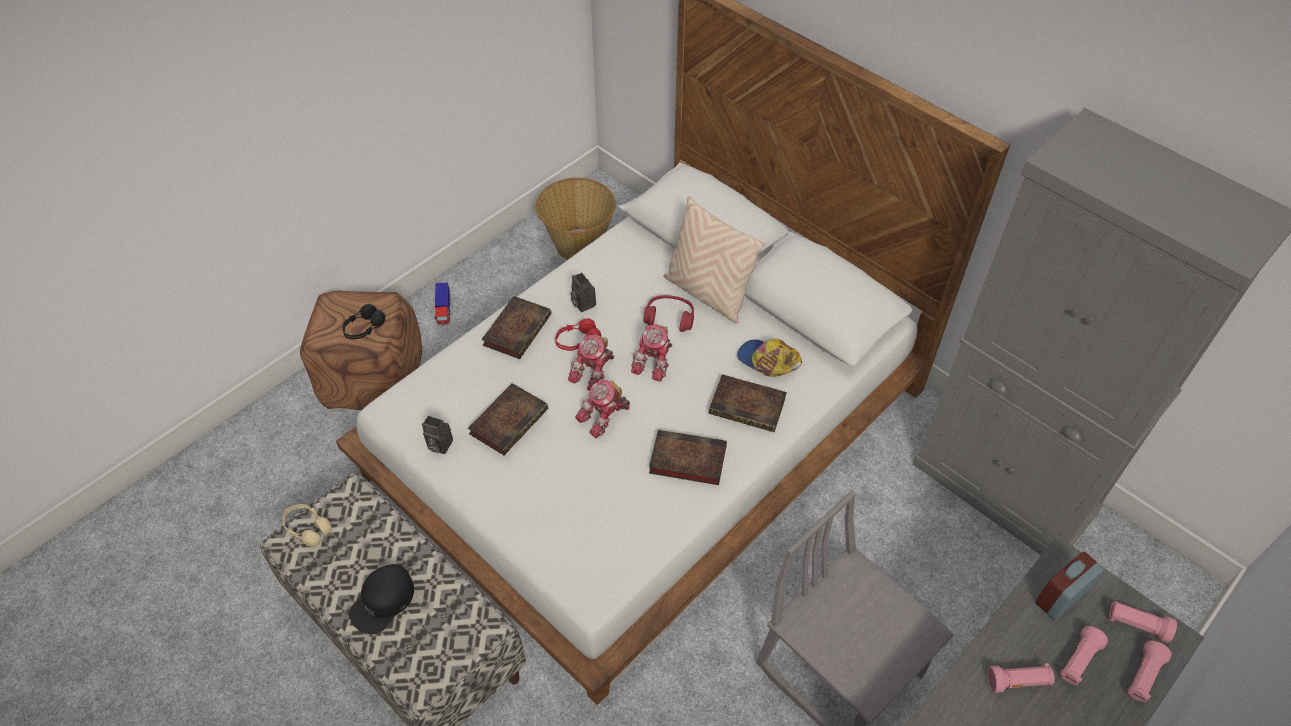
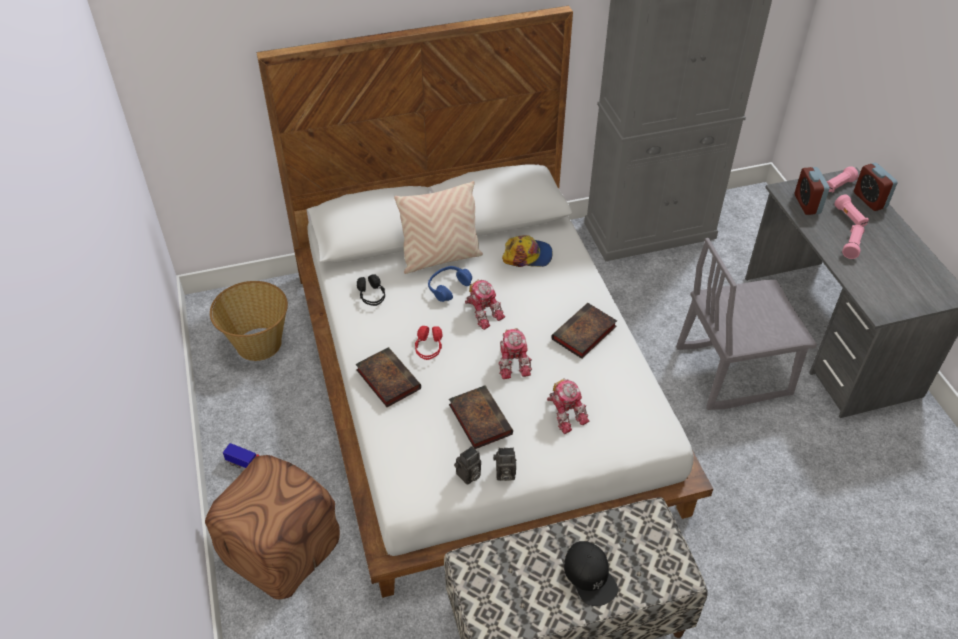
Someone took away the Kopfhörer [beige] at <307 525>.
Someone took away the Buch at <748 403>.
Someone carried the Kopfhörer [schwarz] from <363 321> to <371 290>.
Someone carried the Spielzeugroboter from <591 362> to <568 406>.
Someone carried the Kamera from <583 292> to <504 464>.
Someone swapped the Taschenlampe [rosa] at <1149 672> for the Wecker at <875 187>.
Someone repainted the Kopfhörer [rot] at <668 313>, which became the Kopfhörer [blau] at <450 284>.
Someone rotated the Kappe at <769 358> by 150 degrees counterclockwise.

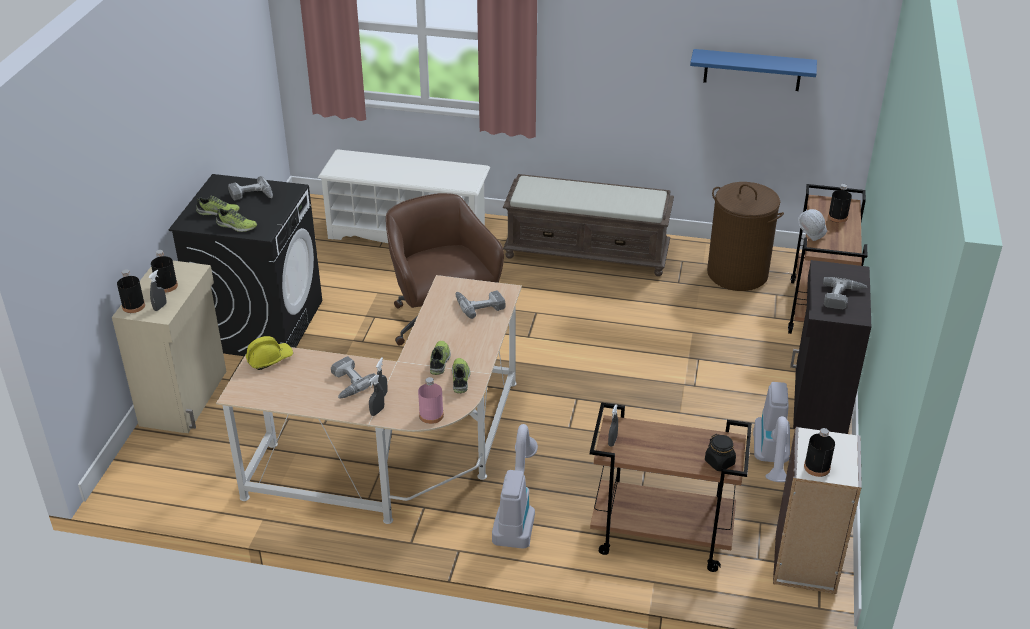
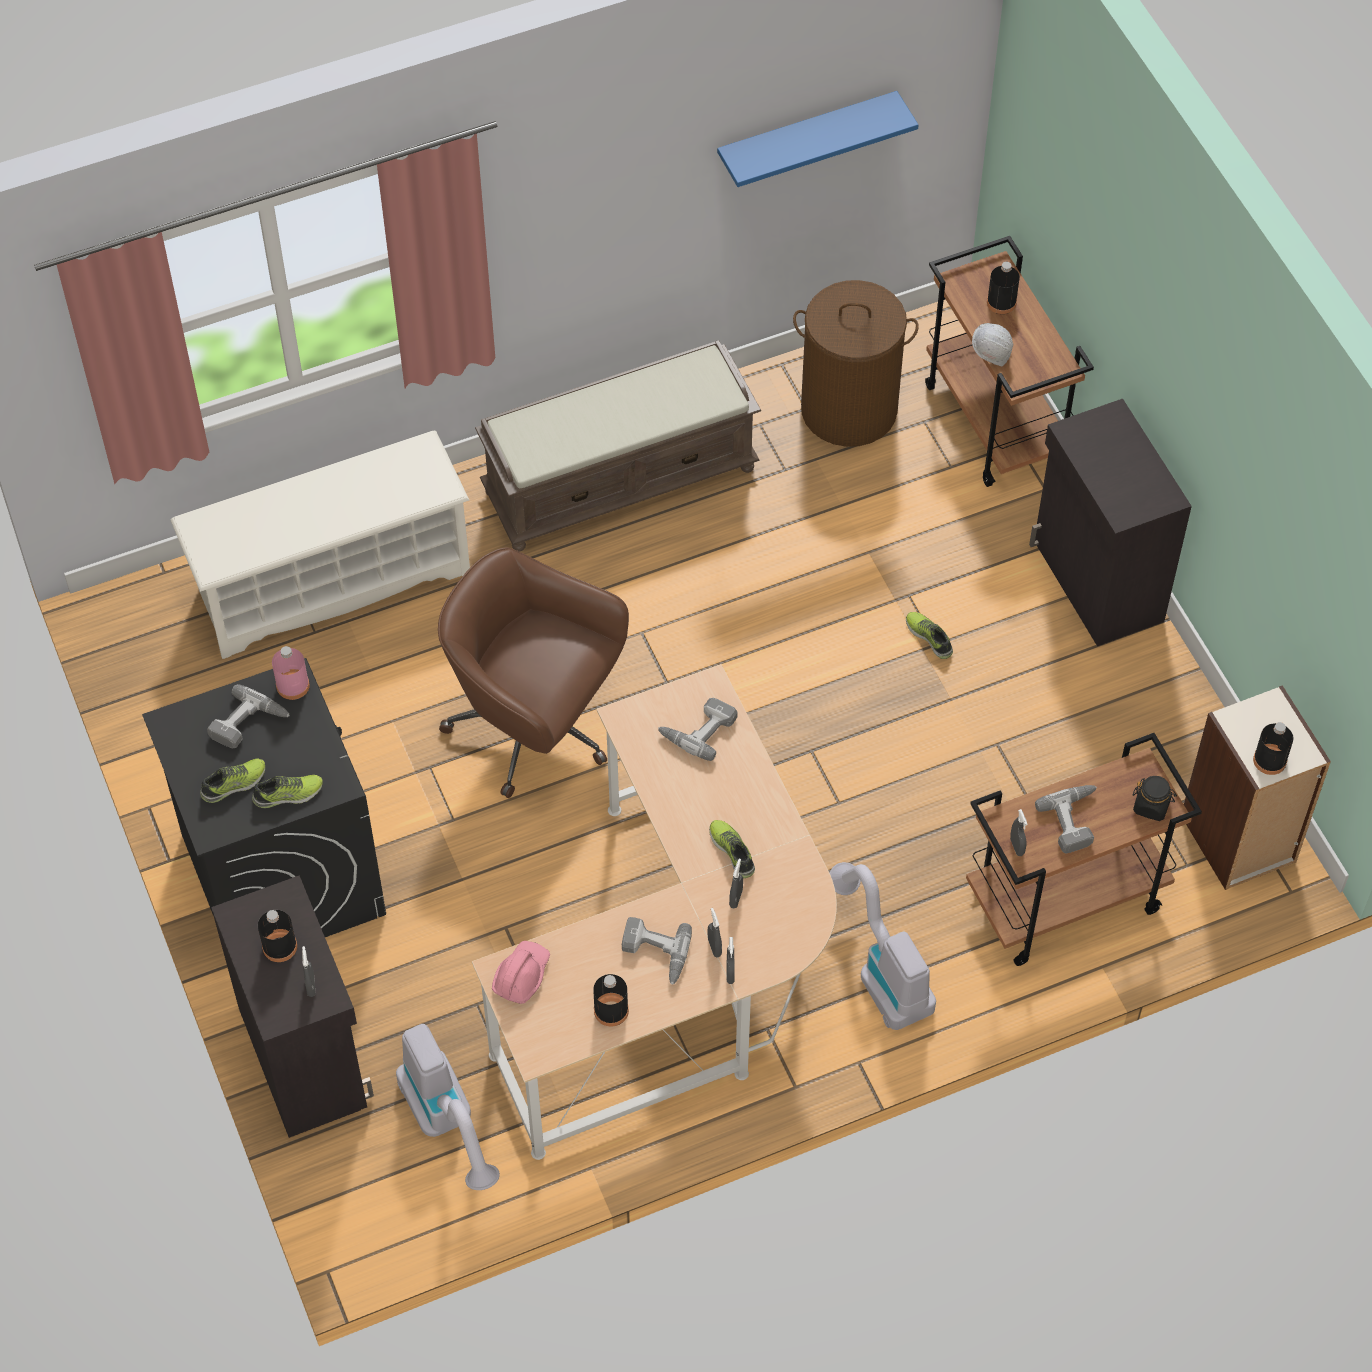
Someone put down the Sprühflasche [grau] at <736 883>.
Someone carried the Flasche [schwarz] from <131 291> to <611 1000>.
Someone carried the Flasche [rosa] from <431 400> to <291 673>.
Someone carried the Schuh from <461 375> to <929 635>.
Someone carried the Staubsauger from <771 432> to <448 1107>.
Someone carried the Bohrmaschine from <845 293> to <1066 819>.
Someone repainted the Schrank [beige] at <169 347>, which became the Schrank [schwarz] at <292 1007>.
Someone repainted the Schutzhelm [gelb] at <269 353>, which became the Schutzhelm [rosa] at <521 972>.

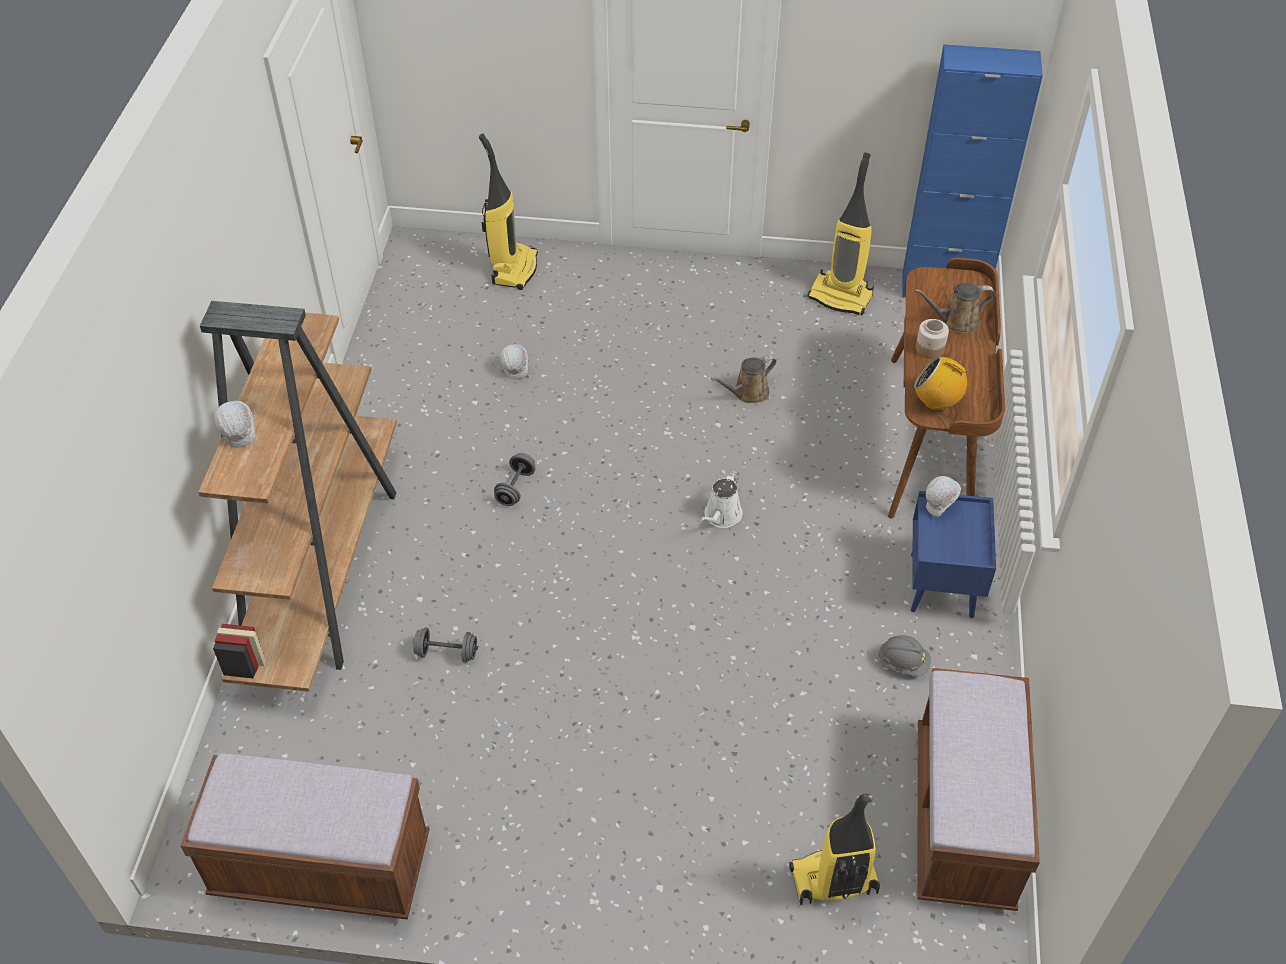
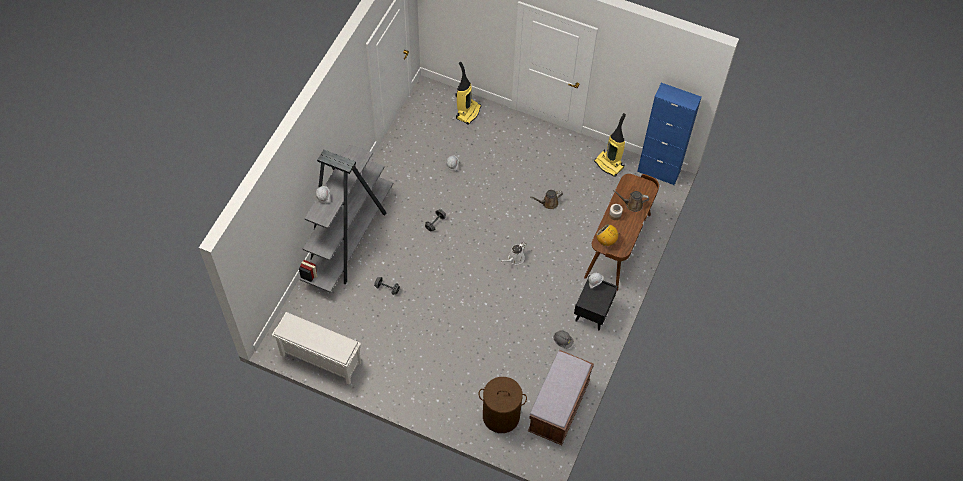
Someone swapped the Bank [braun] at <305 836> for the Schuhregal [weiß] at <317 348>.
Someone swapped the Staubsauger at <834 849> for the Wäschekorb [braun] at <503 405>.
Someone repainted the Bücherregal [braun] at <297 496>, which became the Bücherregal [grau] at <346 218>.
Someone repainted the Nachttisch [blau] at <953 554>, which became the Nachttisch [schwarz] at <596 302>.

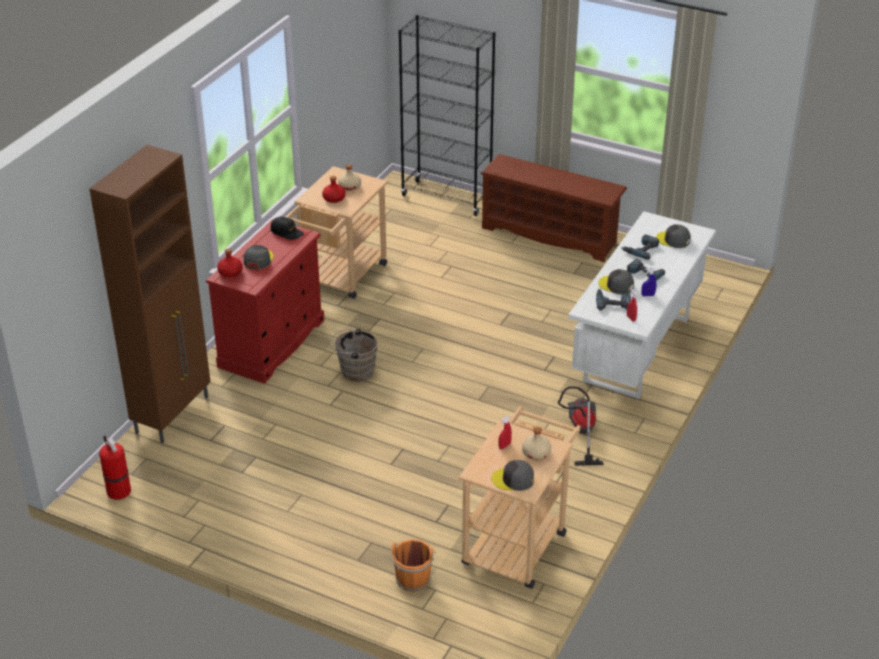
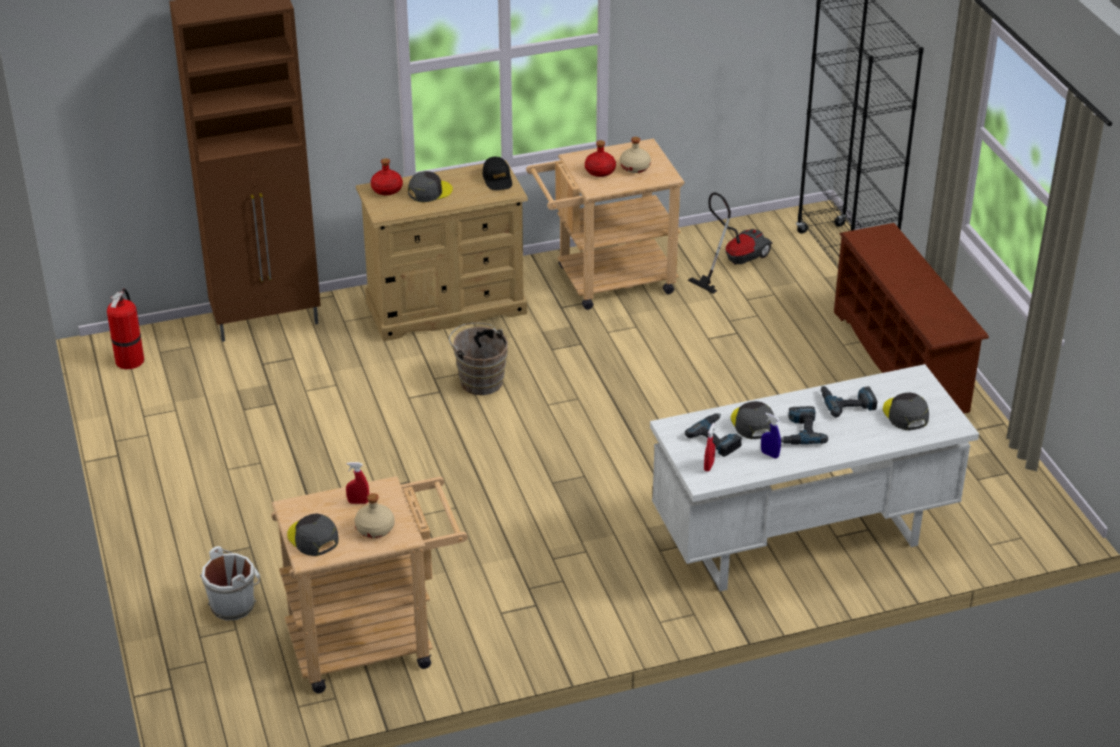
Someone carried the Staubsauger from <581 426> to <730 243>.
Someone repainted the Kommode [rot] at <265 301>, which became the Kommode [beige] at <442 250>.
Someone repainted the Eimer [orange] at <413 565>, which became the Eimer [weiß] at <230 583>.

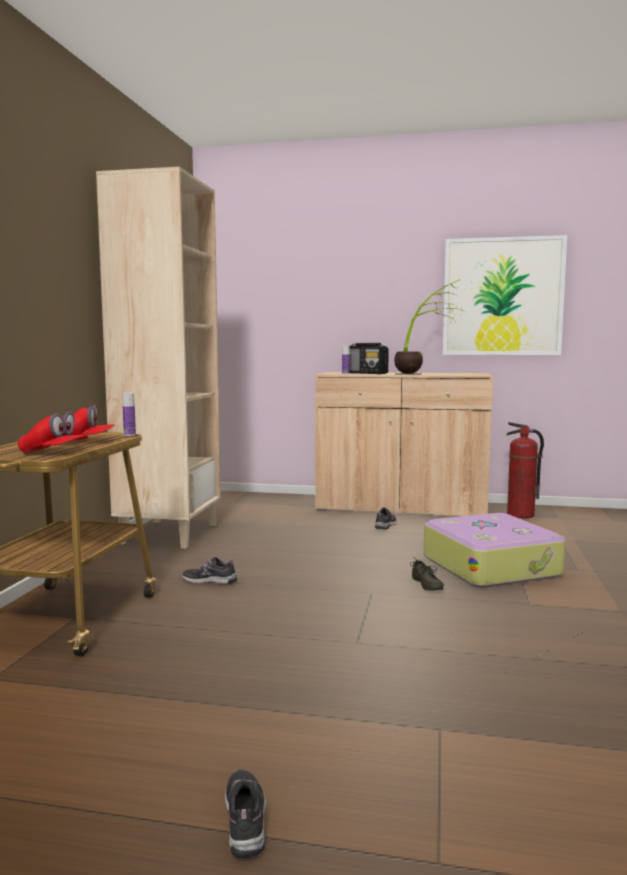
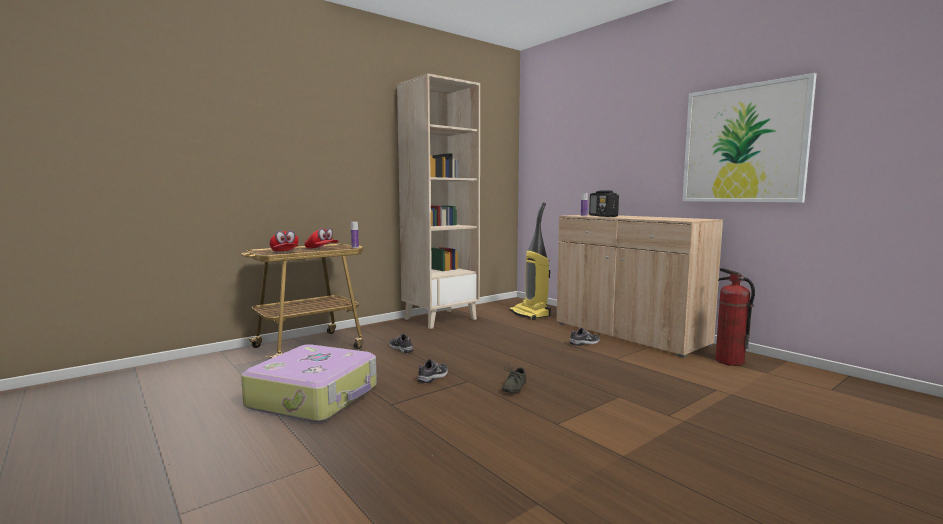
Someone took away the Topfpflanze at <430 327>.
Someone put down the Staubsauger at <530 261>.
Someone carried the Schuh from <246 814> to <432 371>.
Someone carried the Koffer from <495 550> to <309 383>.

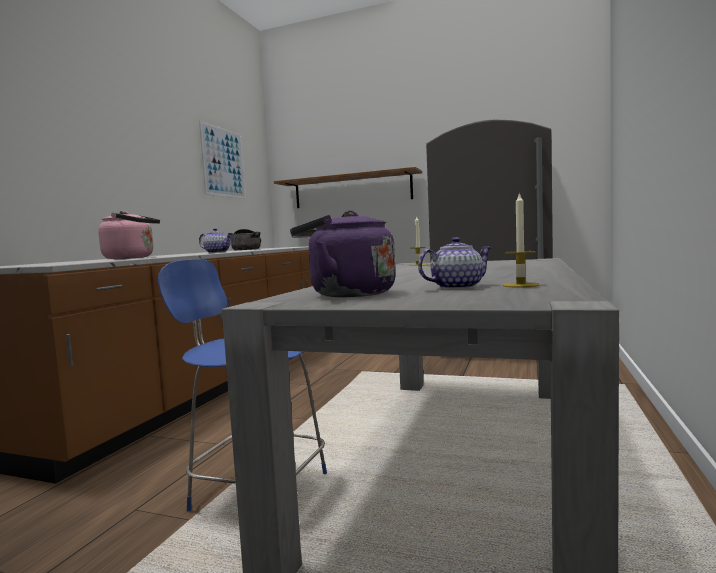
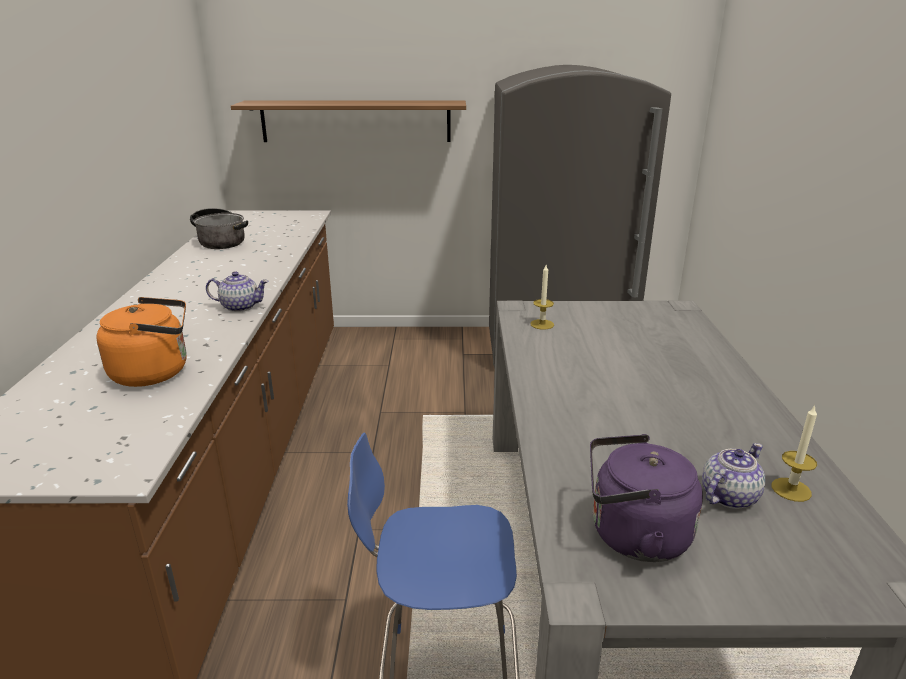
Someone took away the Bild at <222 160>.
Someone repainted the Wasserkessel [rosa] at <129 235>, which became the Wasserkessel [orange] at <142 342>.

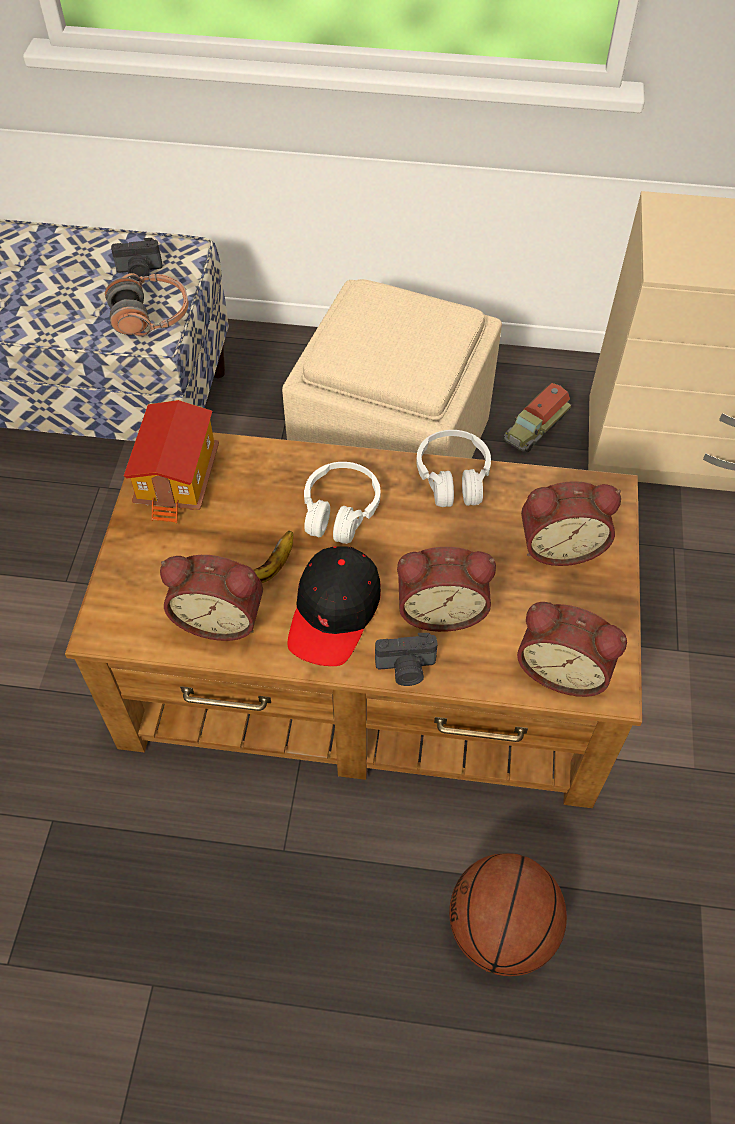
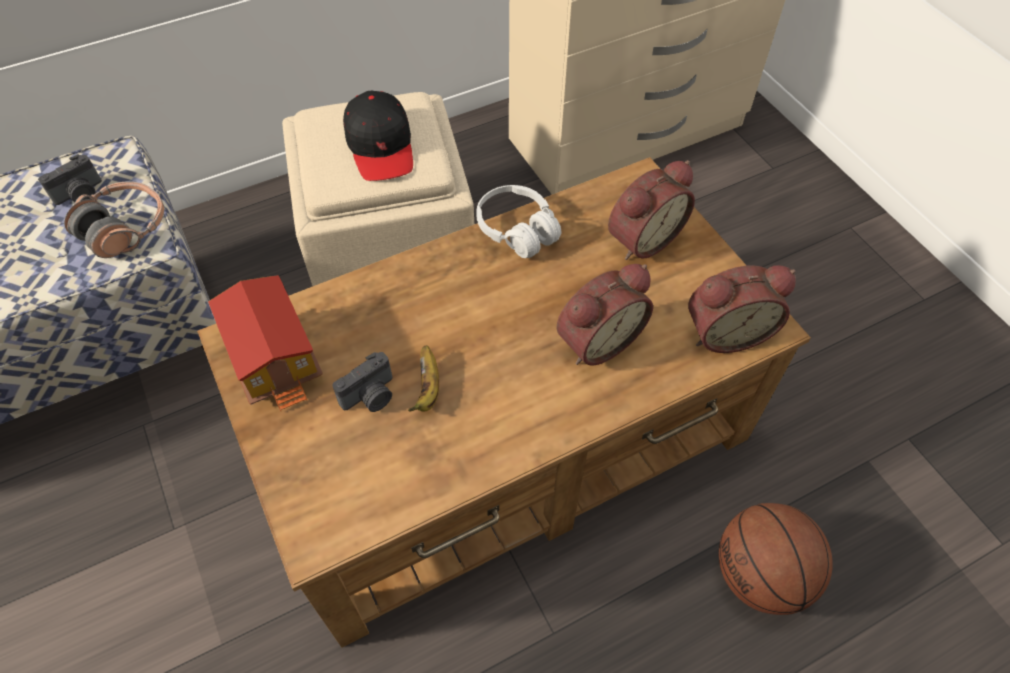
Someone took away the Wecker at <211 598>.
Someone took away the Kopfhörer [weiß] at <342 503>.
Someone took away the Spielzeuglaster at <537 417>.
Someone carried the Kappe [schwarz] from <334 606> to <378 136>.
Someone carried the Kamera from <406 659> to <362 382>.

